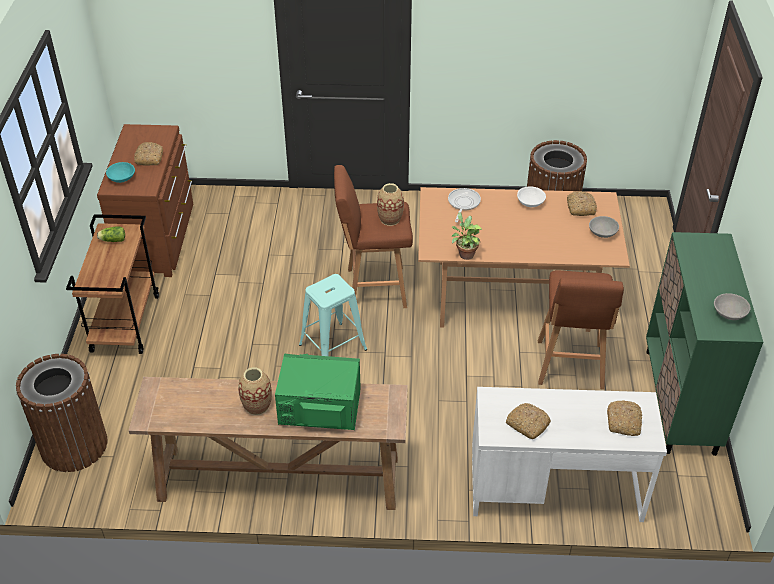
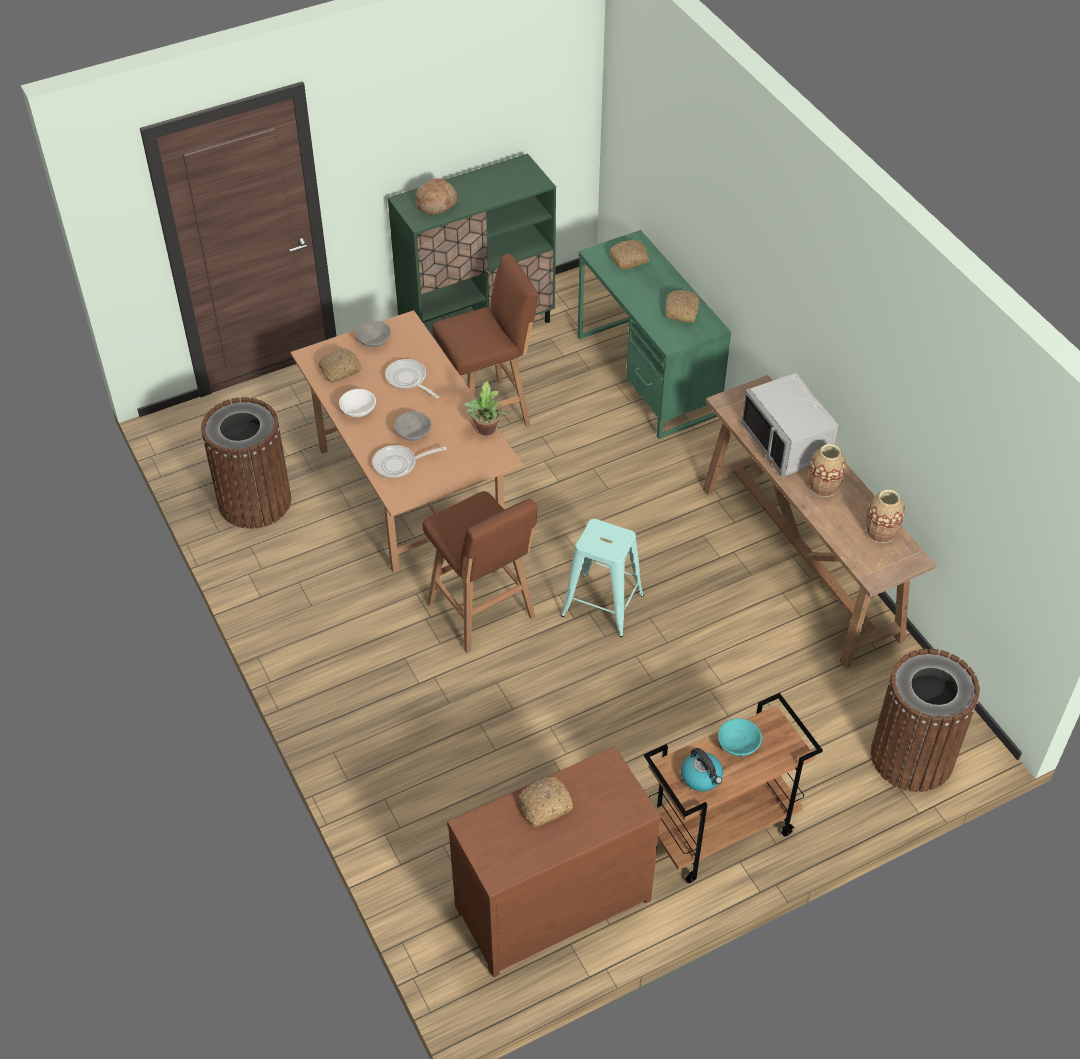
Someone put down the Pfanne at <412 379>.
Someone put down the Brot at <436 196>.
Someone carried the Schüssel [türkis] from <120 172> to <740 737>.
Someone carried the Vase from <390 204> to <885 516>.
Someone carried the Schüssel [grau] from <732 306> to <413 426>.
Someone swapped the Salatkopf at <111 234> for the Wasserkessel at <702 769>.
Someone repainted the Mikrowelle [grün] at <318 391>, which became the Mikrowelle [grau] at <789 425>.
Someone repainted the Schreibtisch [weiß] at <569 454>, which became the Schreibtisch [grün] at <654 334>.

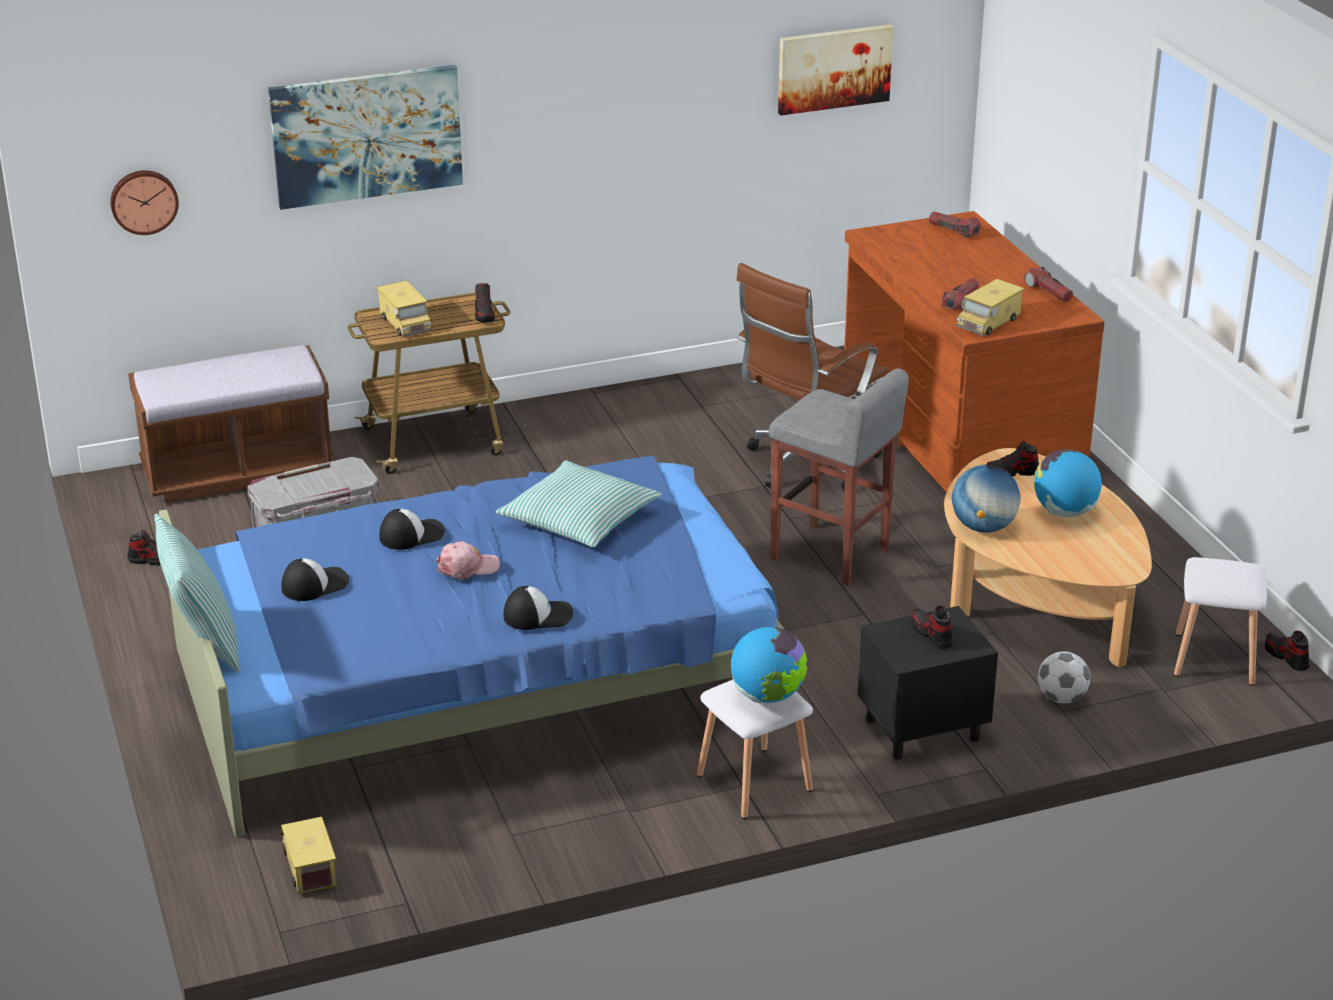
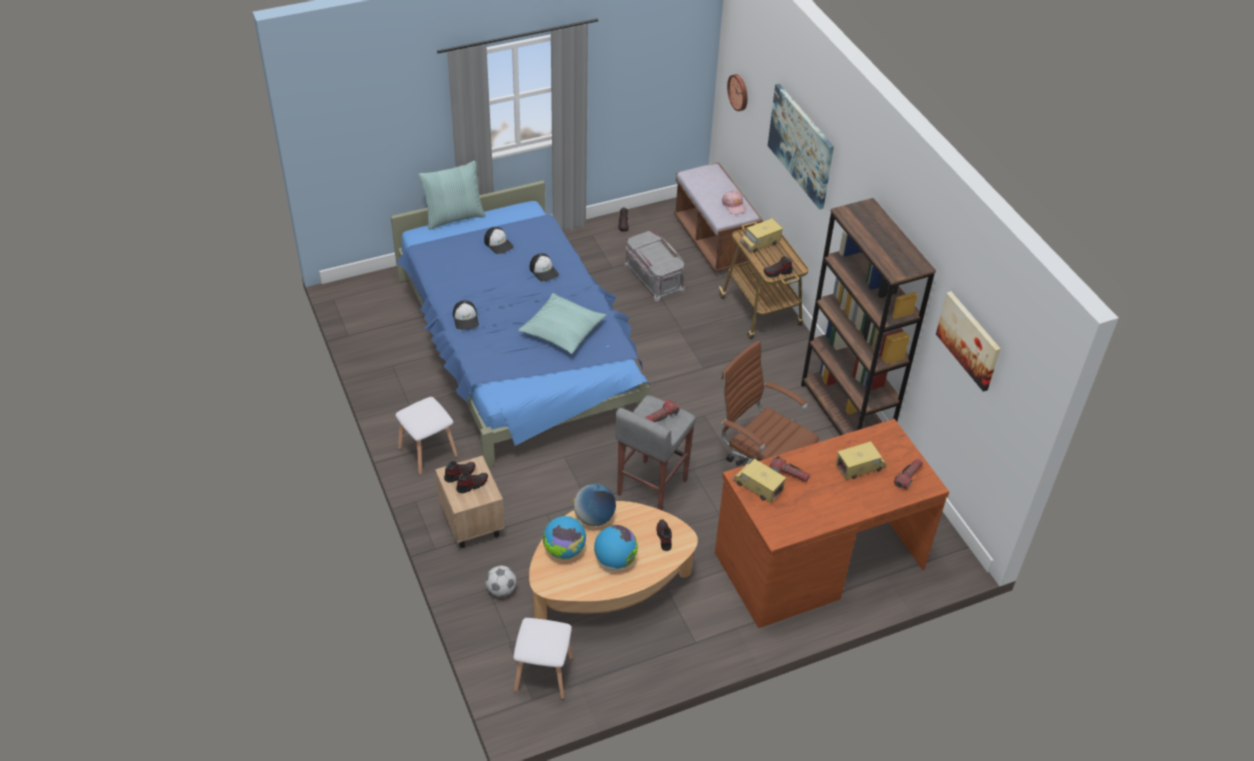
Someone put down the Bücherregal [braun] at <868 316>.
Someone carried the Spielzeuglaster from <308 855> to <861 460>.
Someone carried the Kappe [rosa] from <468 560> to <734 202>.
Someone carried the Globus from <769 665> to <564 538>.
Someone carried the Taschenlampe from <1048 284> to <662 411>.
Someone carried the Schuh from <1287 651> to <459 472>.
Someone repainted the Nachttisch [schwarz] at <927 683>, which became the Nachttisch [beige] at <469 502>.

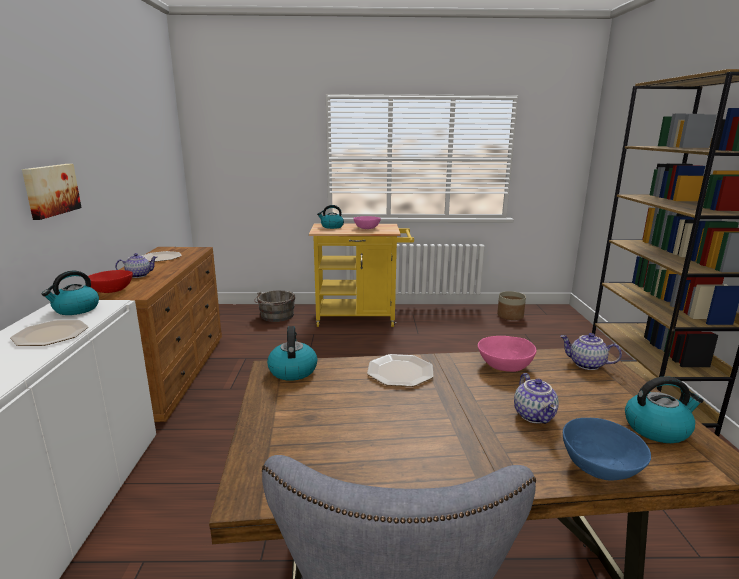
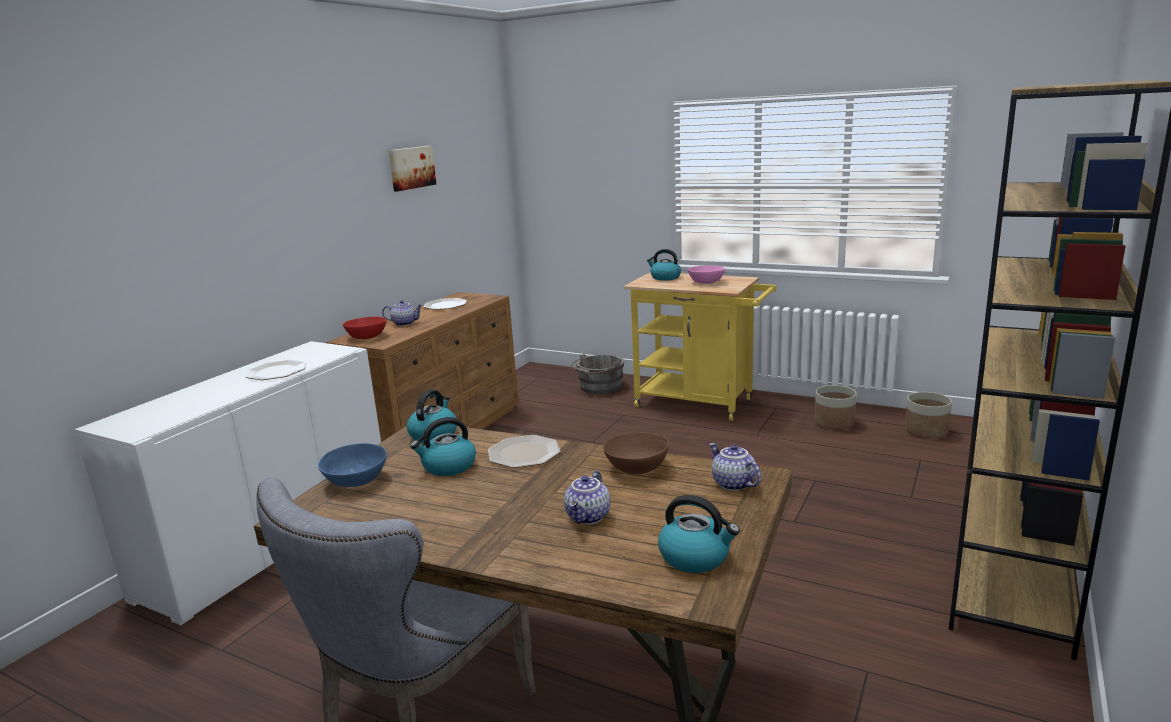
Someone put down the Pflanzkübel at <835 407>.
Someone carried the Bild from <52 192> to <412 168>.
Someone carried the Wasserkessel from <70 293> to <443 446>.
Someone carried the Schüssel [blau] from <607 449> to <352 465>.
Someone repainted the Schüssel [rosa] at <507 354>, which became the Schüssel [braun] at <636 453>.

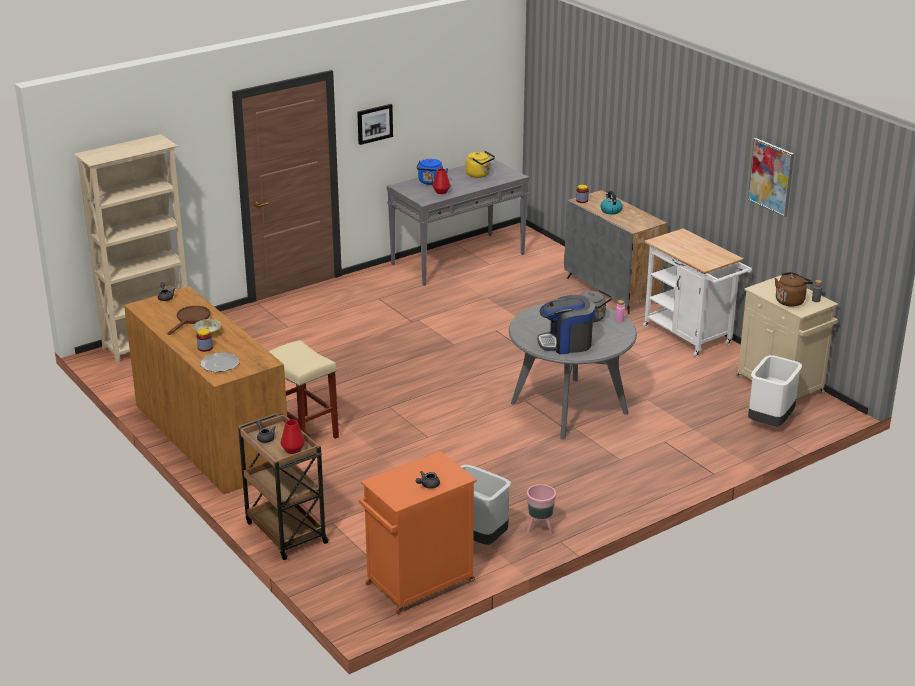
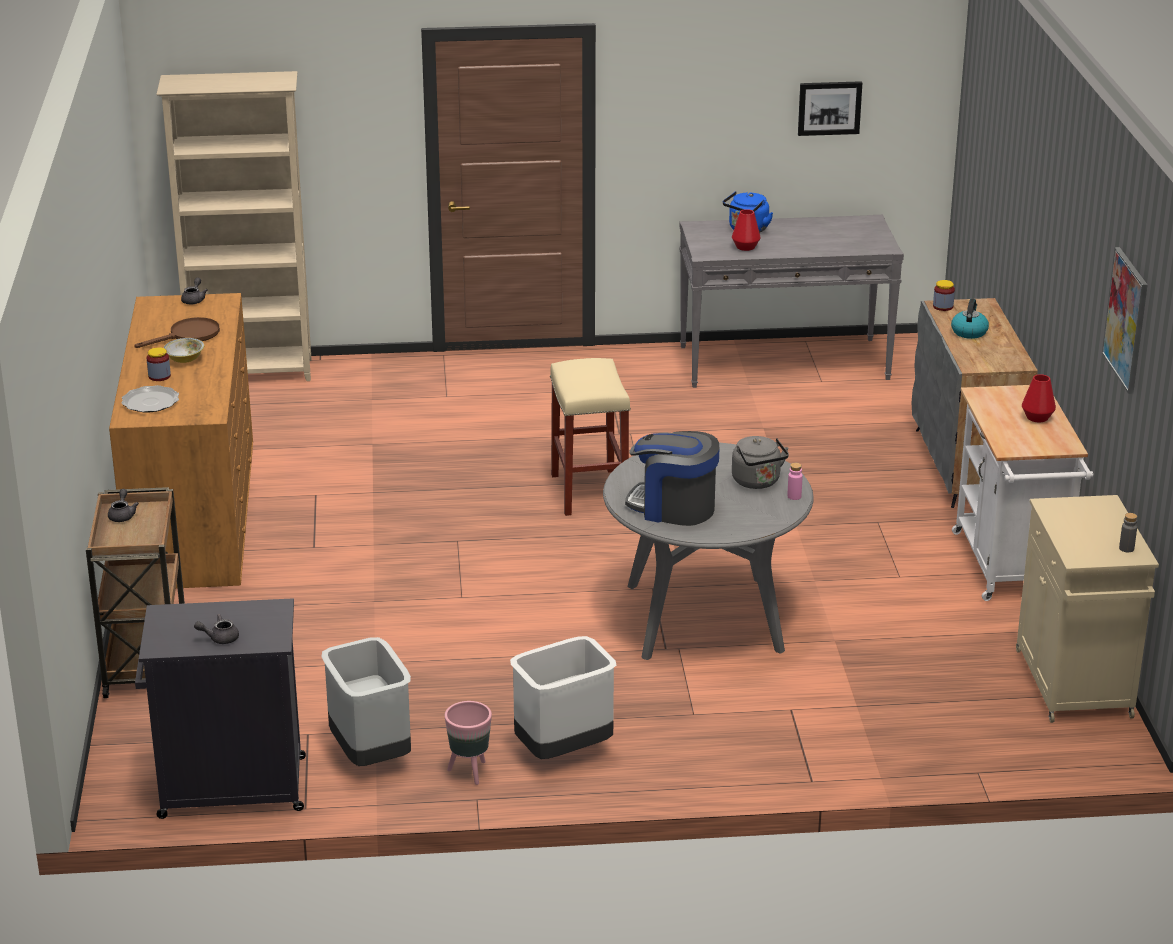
Someone took away the Wasserkessel [gelb] at <480 164>.
Someone took away the Wasserkessel [braun] at <794 289>.
Someone carried the Hocker [beige] from <304 389> to <590 437>.
Someone carried the Vase [rot] from <292 436> to <1039 398>.
Someone carried the Bild from <375 124> to <830 108>.
Someone carried the Mülleimer [weiß] from <775 390> to <563 697>.
Someone repainted the Schrank [orange] at <418 533>, which became the Schrank [schwarz] at <220 708>.

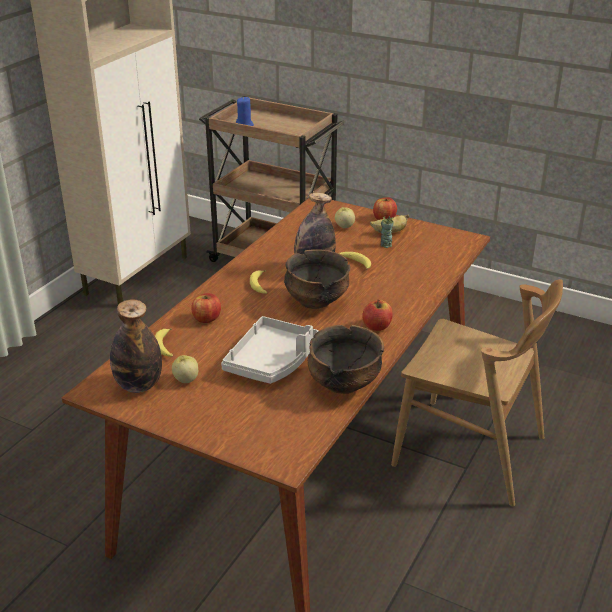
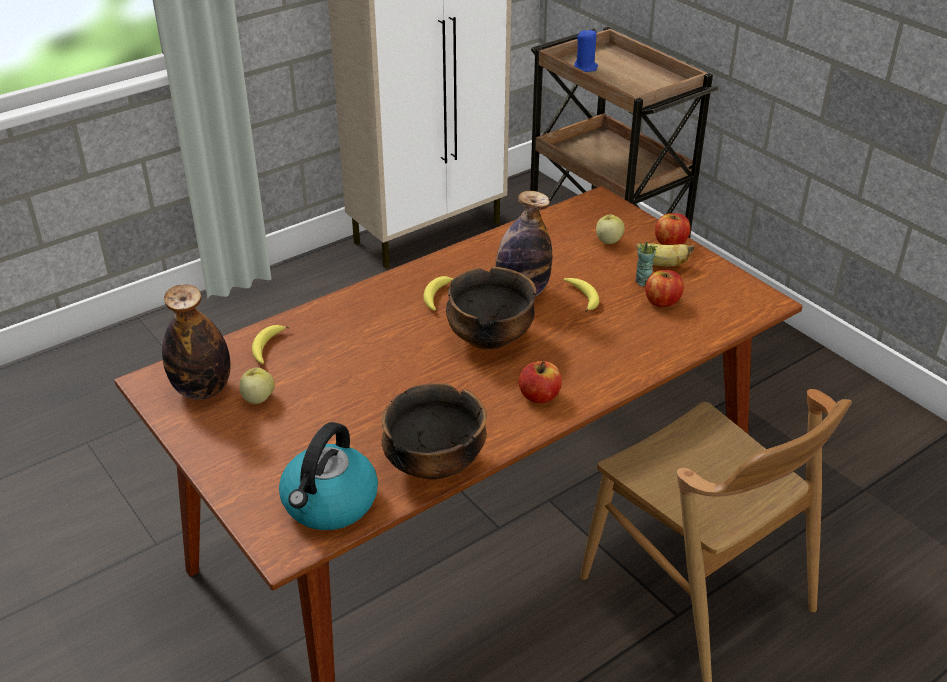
Someone took away the Tablett [grau] at <270 350>.
Someone put down the Wasserkessel at <328 476>.
Someone carried the Apfel from <206 308> to <664 288>.

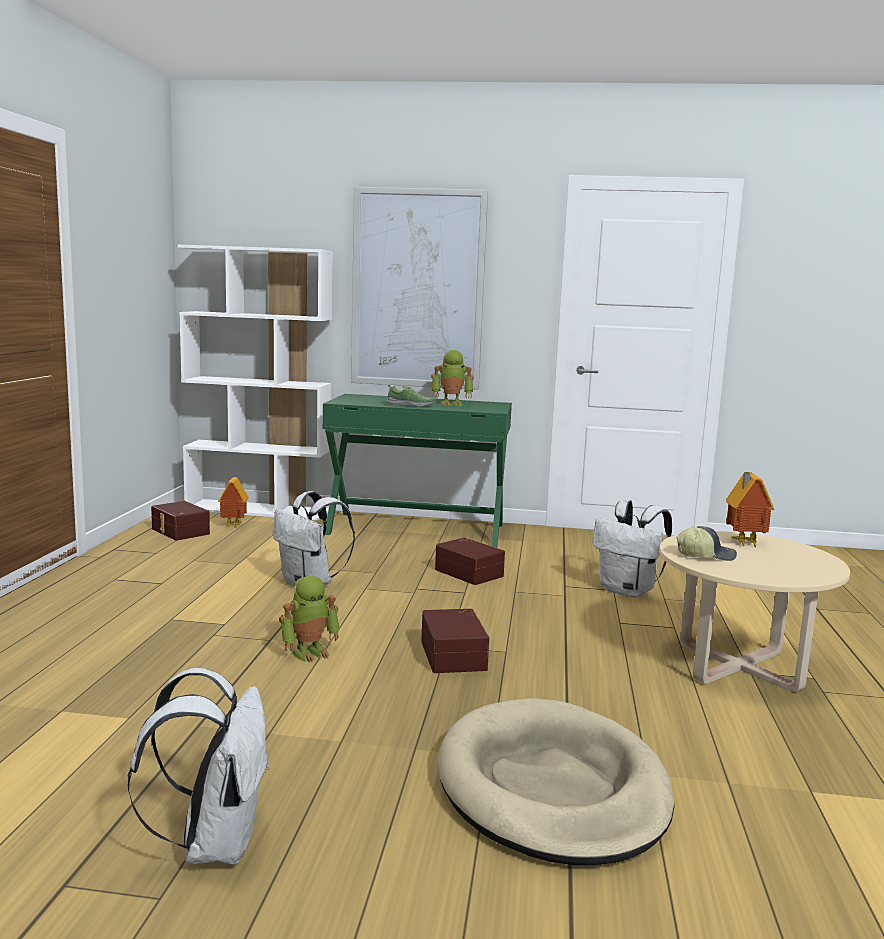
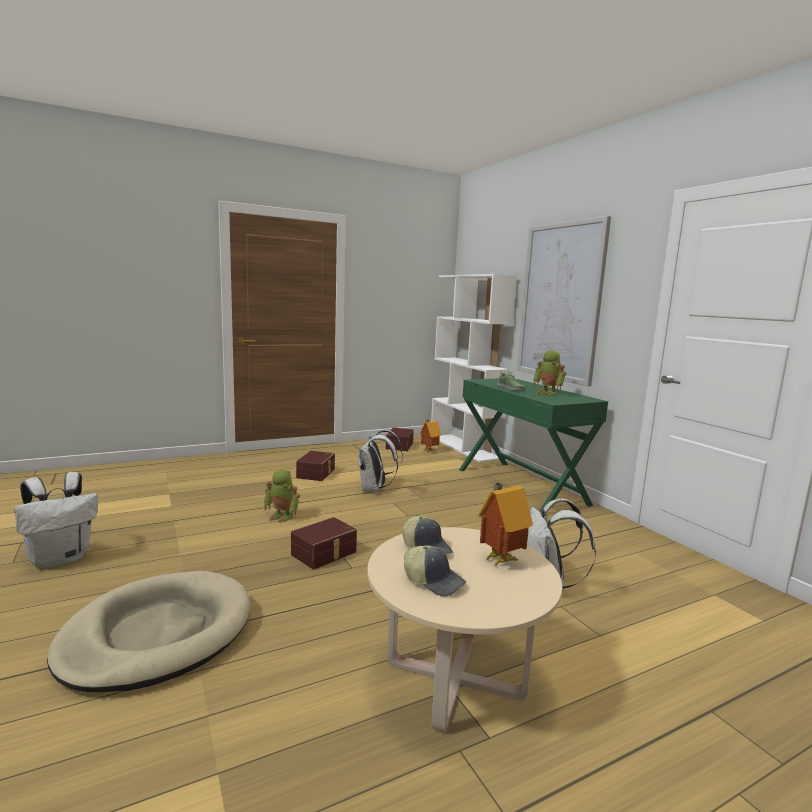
Someone put down the Kappe at <435 571>.
Someone carried the Aufbewahrungsbox [braun] from <470 561> to <315 466>.

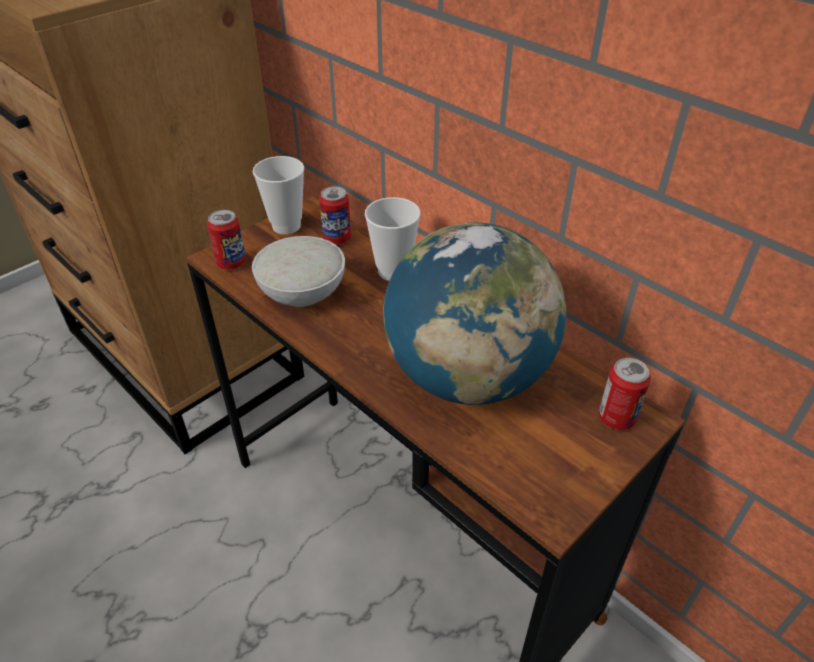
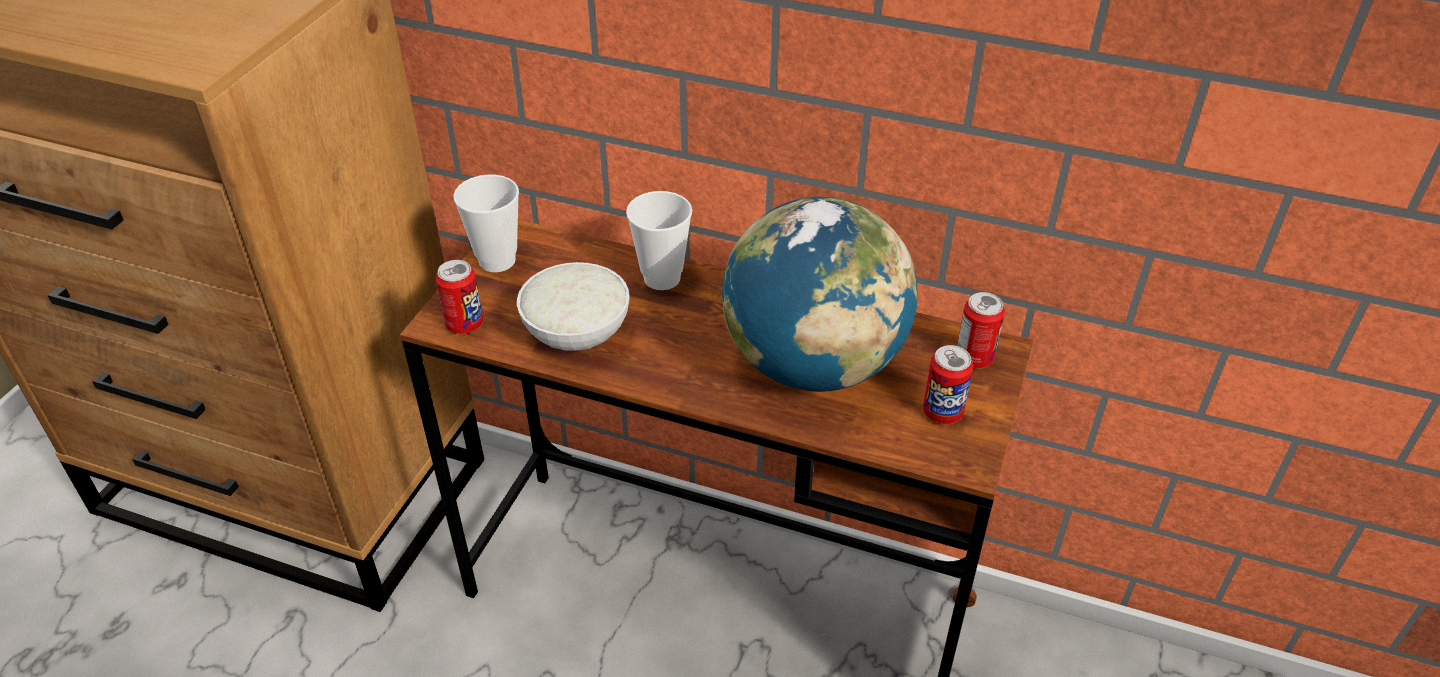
Someone carried the Dose from <335 216> to <948 384>.

